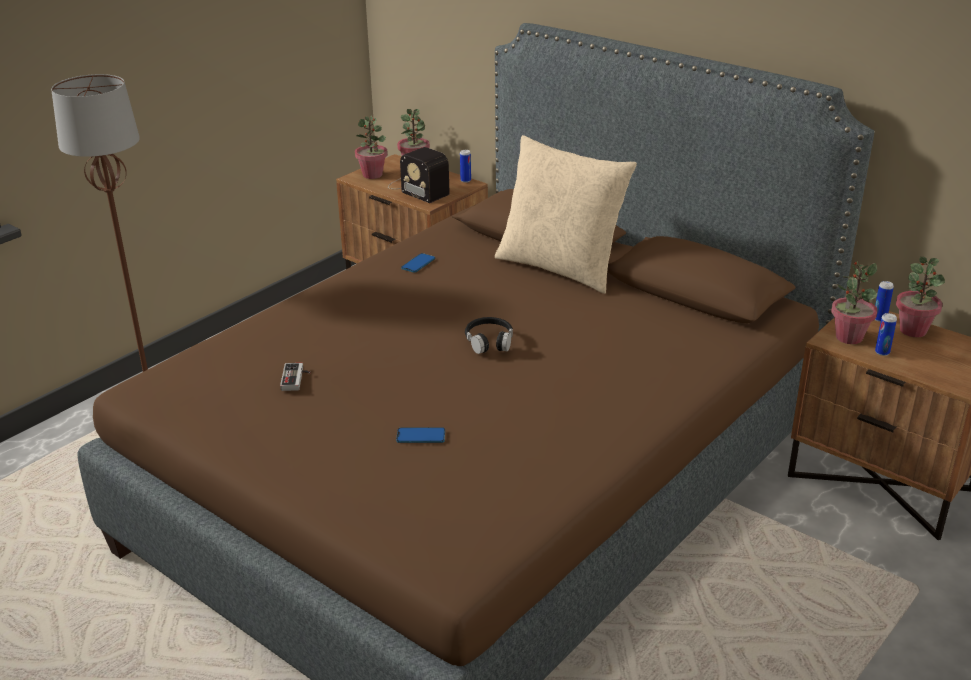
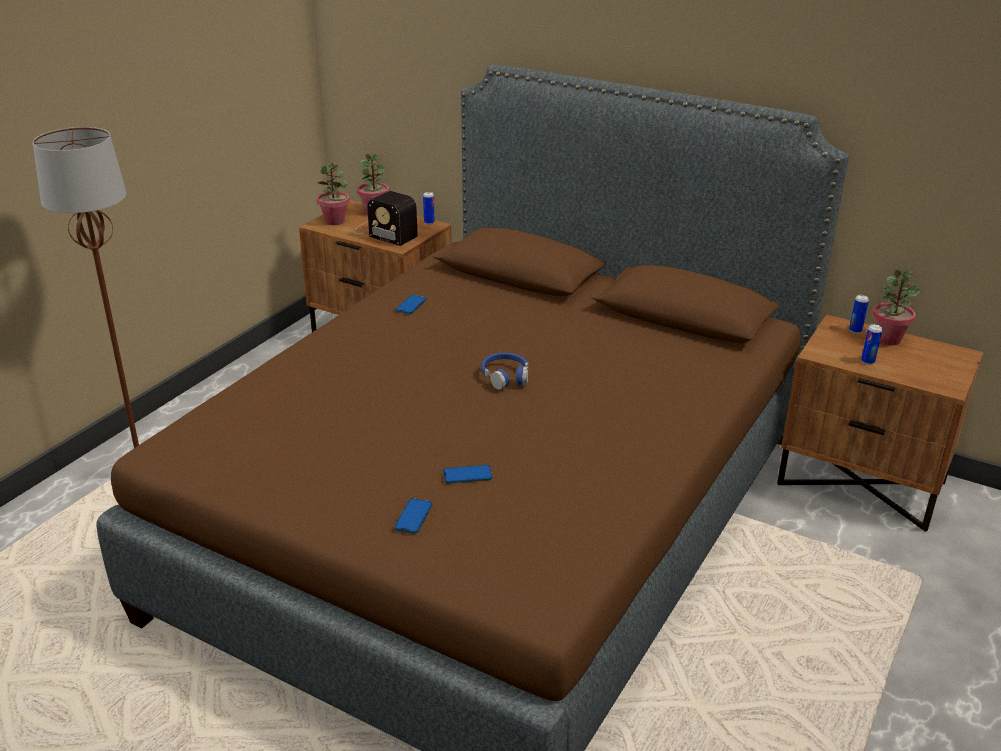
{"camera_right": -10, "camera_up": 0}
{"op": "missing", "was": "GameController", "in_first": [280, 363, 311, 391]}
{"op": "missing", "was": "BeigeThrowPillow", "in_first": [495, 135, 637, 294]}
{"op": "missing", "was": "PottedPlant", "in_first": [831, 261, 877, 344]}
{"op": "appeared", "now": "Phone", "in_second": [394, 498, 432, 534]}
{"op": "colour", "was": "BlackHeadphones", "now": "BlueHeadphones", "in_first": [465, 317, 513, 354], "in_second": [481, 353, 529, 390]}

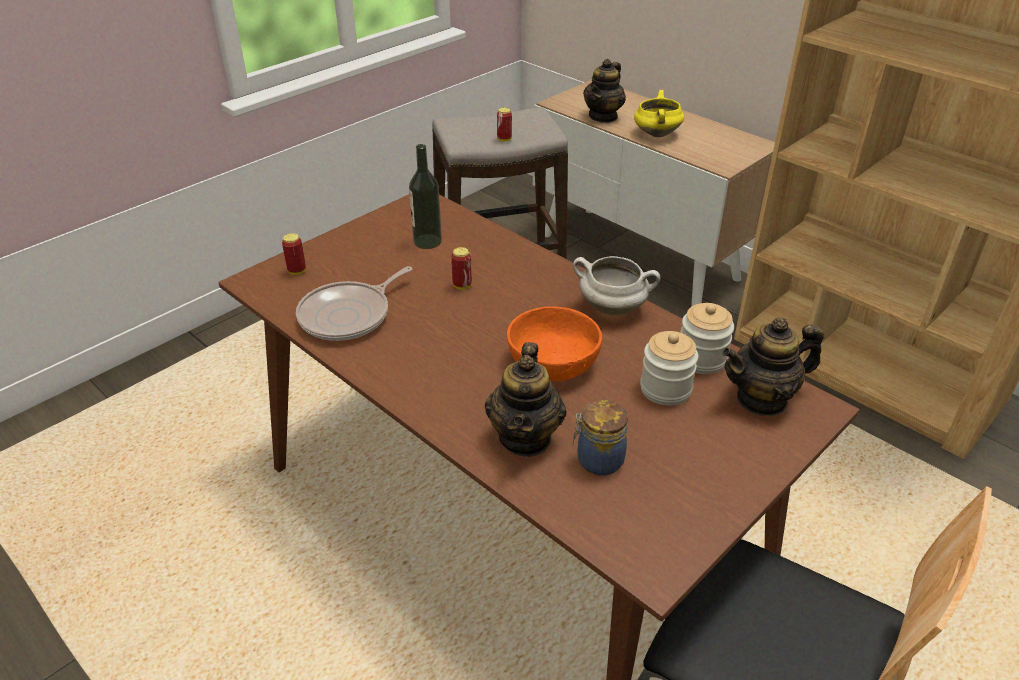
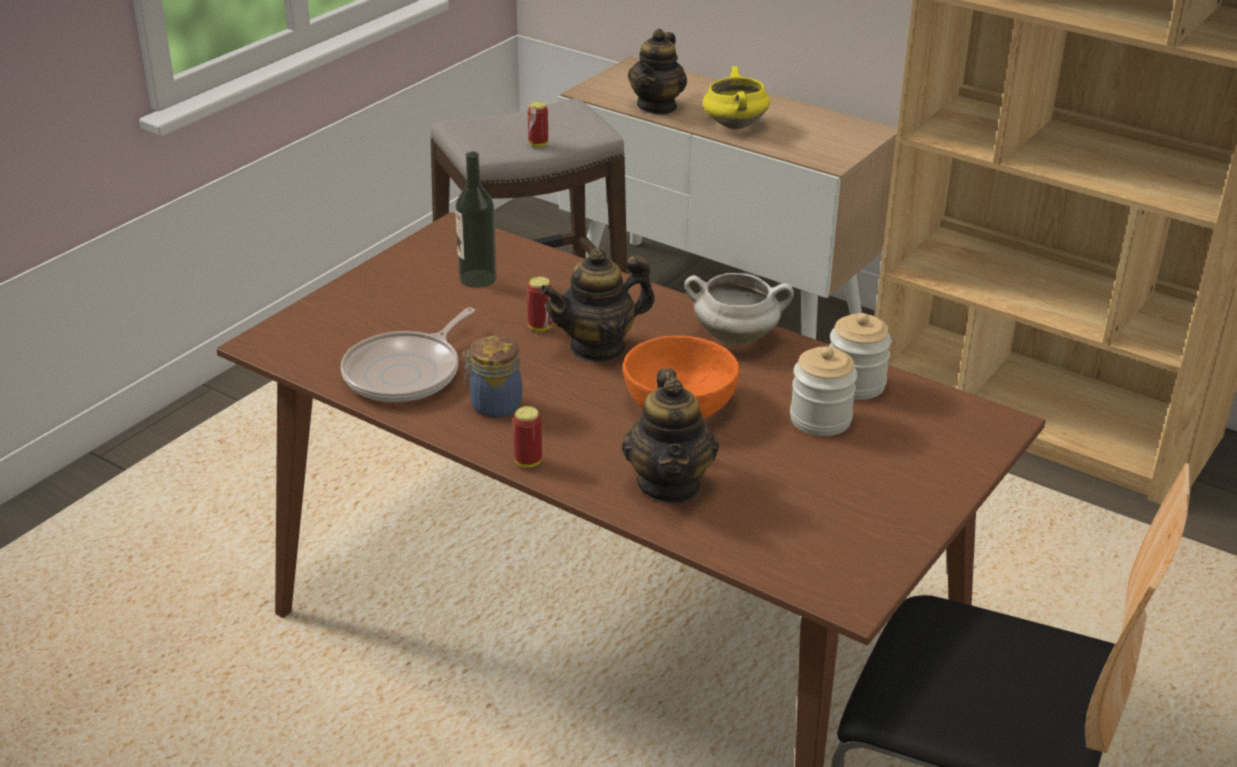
{"camera_right": -10, "camera_up": -5}
{"op": "relocated", "was": "MetalCan", "in_first": [282, 233, 306, 275], "in_second": [513, 406, 542, 468]}
{"op": "relocated", "was": "StorageJar", "in_first": [573, 400, 628, 476], "in_second": [463, 335, 522, 418]}
{"op": "relocated", "was": "PotForTea", "in_first": [723, 318, 824, 416], "in_second": [540, 248, 655, 362]}

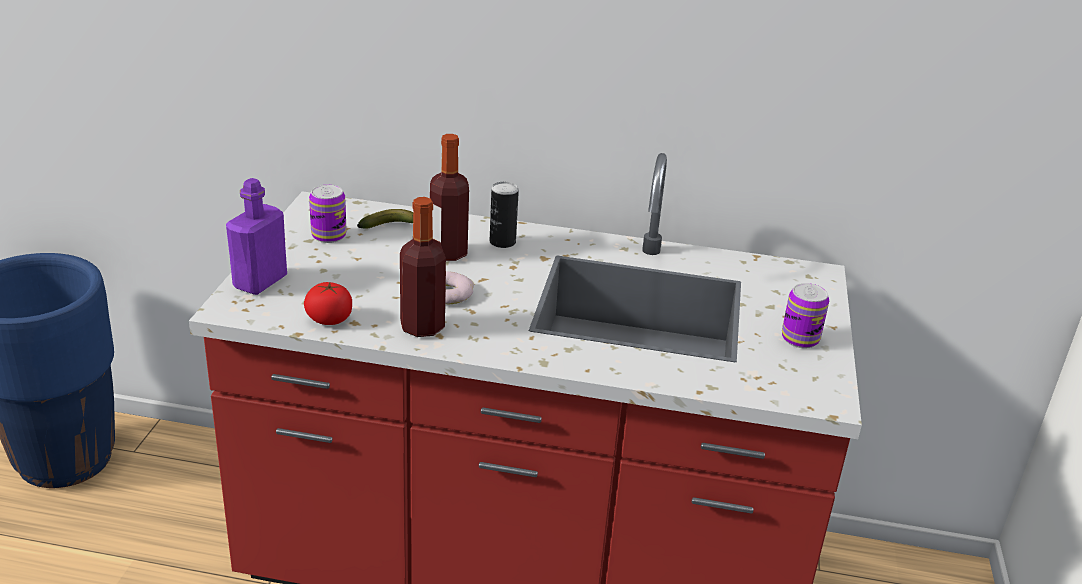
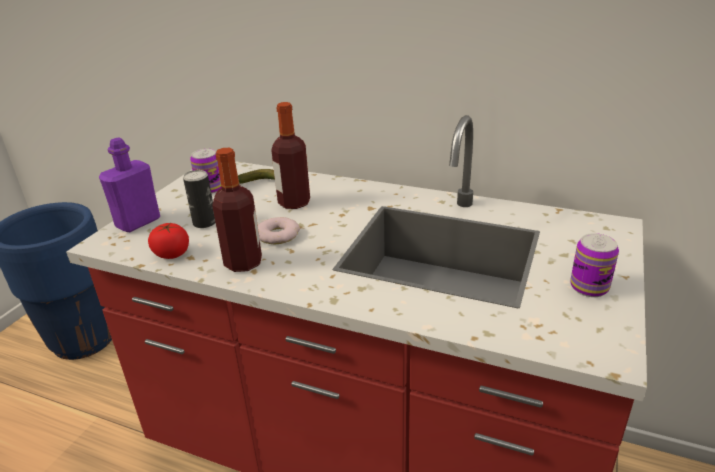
{"camera_right": 15, "camera_up": 0}
{"op": "relocated", "was": "MetalCan", "in_first": [490, 182, 519, 248], "in_second": [183, 170, 216, 228]}

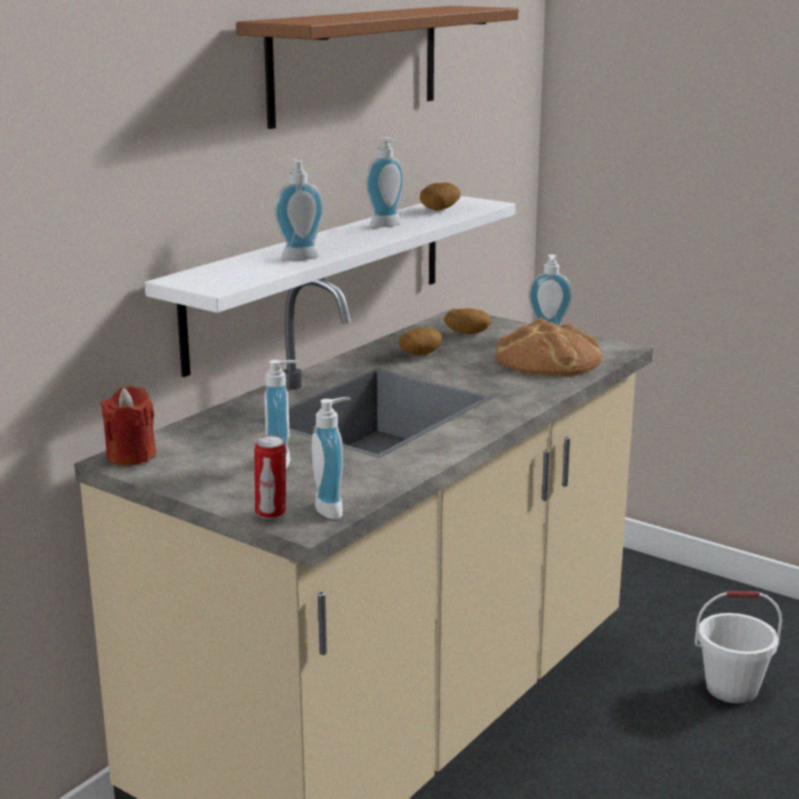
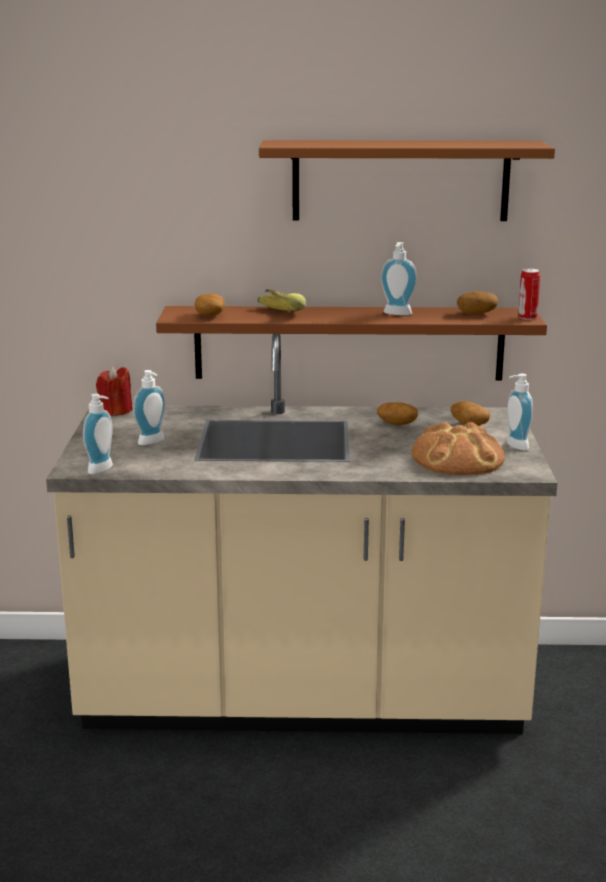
{"camera_right": 55, "camera_up": 0}
{"op": "missing", "was": "WhitishPail", "in_first": [695, 591, 782, 703]}
{"op": "appeared", "now": "Spud", "in_second": [195, 294, 225, 316]}
{"op": "relocated", "was": "MetalCan", "in_first": [254, 435, 286, 519], "in_second": [519, 268, 540, 320]}
{"op": "exchanged", "was": "SoapDispenser", "now": "BananaFruit", "in_first": [274, 158, 324, 261], "in_second": [258, 289, 306, 311]}
{"op": "colour", "was": "WhitishBracketShelf", "now": "BrownishBracketShelf", "in_first": [145, 196, 516, 377], "in_second": [156, 306, 547, 381]}

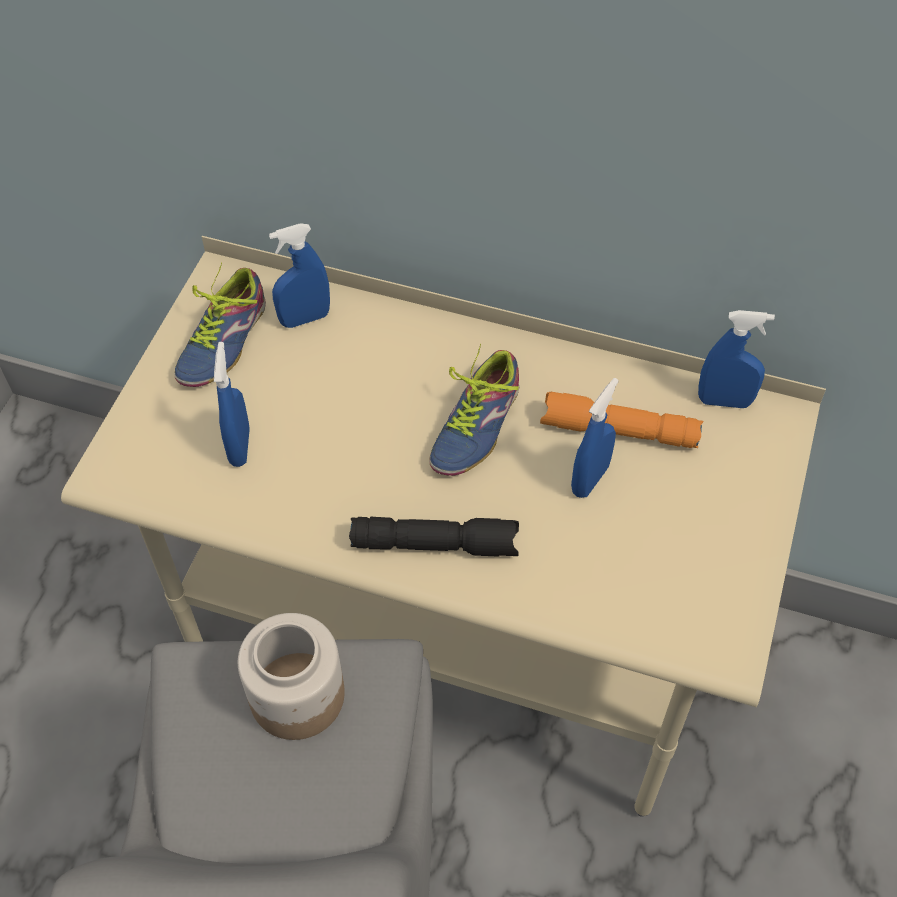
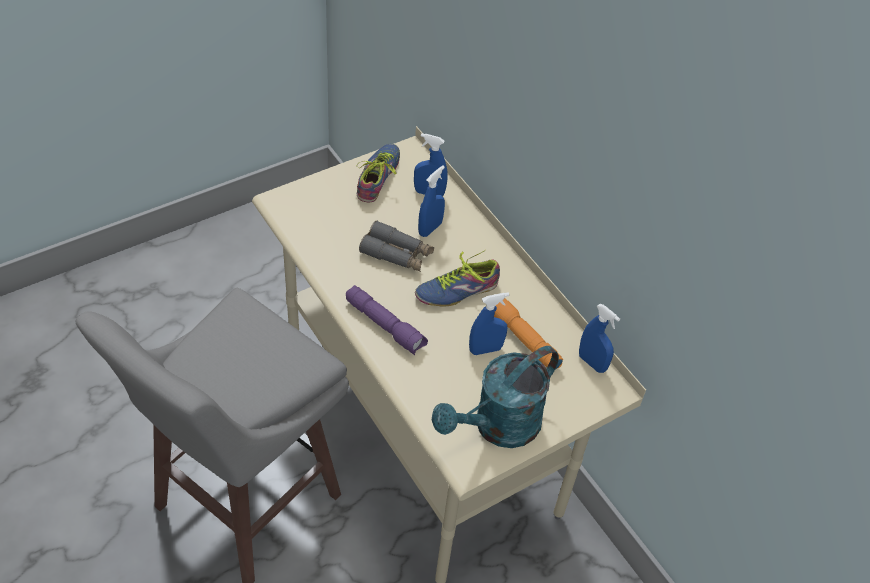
{"camera_right": 35, "camera_up": -5}
{"op": "missing", "was": "StorageJar", "in_first": [238, 613, 345, 740]}
{"op": "appeared", "now": "GreyishFieldGlasses", "in_second": [359, 220, 434, 272]}
{"op": "appeared", "now": "BlueGreenSprinklingCan", "in_second": [432, 346, 559, 448]}
{"op": "relocated", "was": "BlueSprayBottle", "in_first": [214, 342, 250, 467], "in_second": [418, 165, 445, 237]}
{"op": "colour", "was": "BlackHandTorch", "now": "PurpleHandTorch", "in_first": [349, 517, 519, 557], "in_second": [346, 285, 428, 355]}
{"op": "spun", "was": "ItemOfFootwear", "in_first": [174, 262, 266, 387], "in_second": [357, 144, 400, 202], "clockwise": 135}

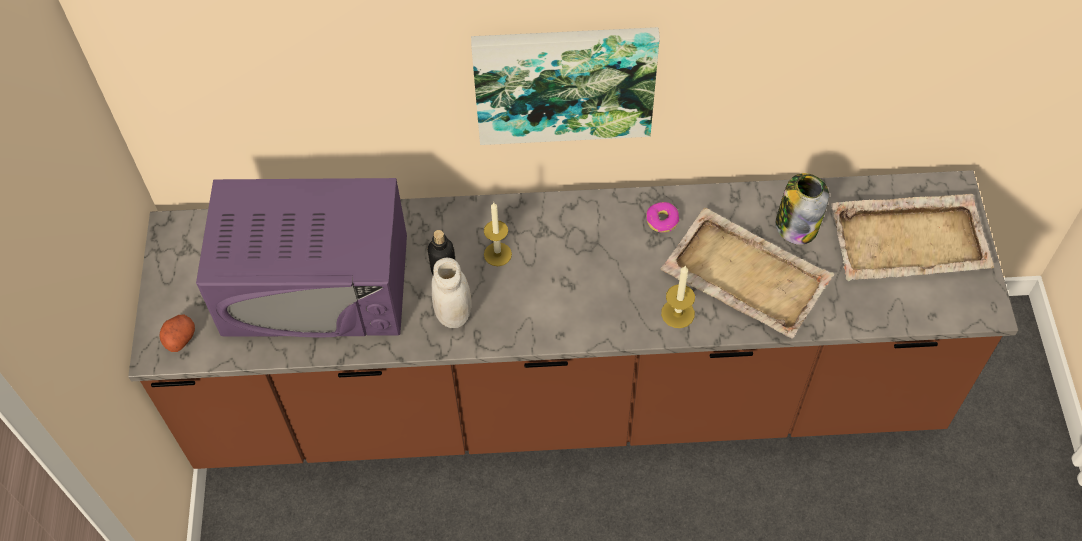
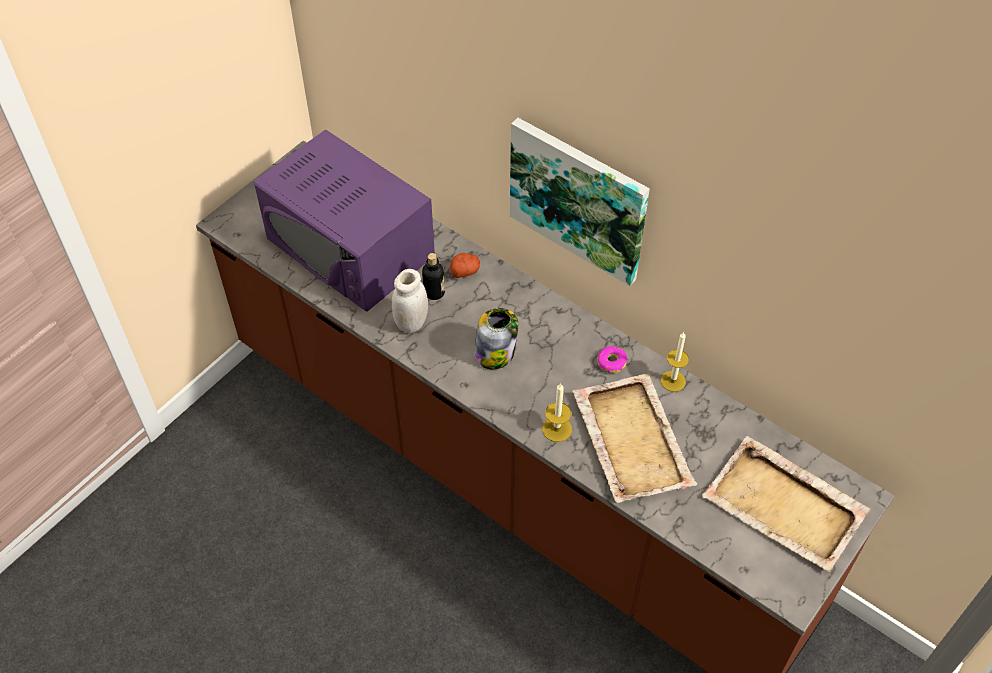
{"camera_right": 40, "camera_up": -5}
{"op": "relocated", "was": "Spud", "in_first": [160, 315, 195, 352], "in_second": [450, 253, 480, 278]}
{"op": "relocated", "was": "WaxLight", "in_first": [484, 203, 512, 266], "in_second": [661, 332, 689, 392]}
{"op": "relocated", "was": "StorageJar", "in_first": [776, 173, 829, 245], "in_second": [474, 308, 518, 370]}

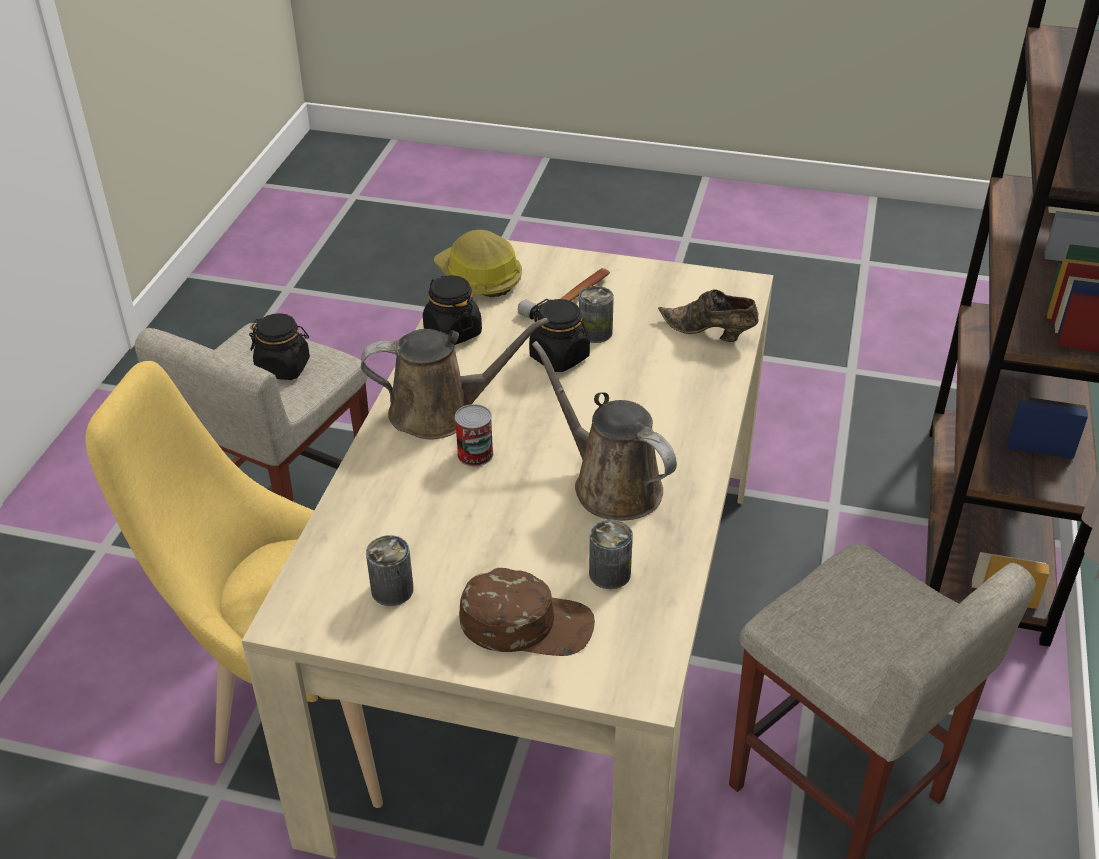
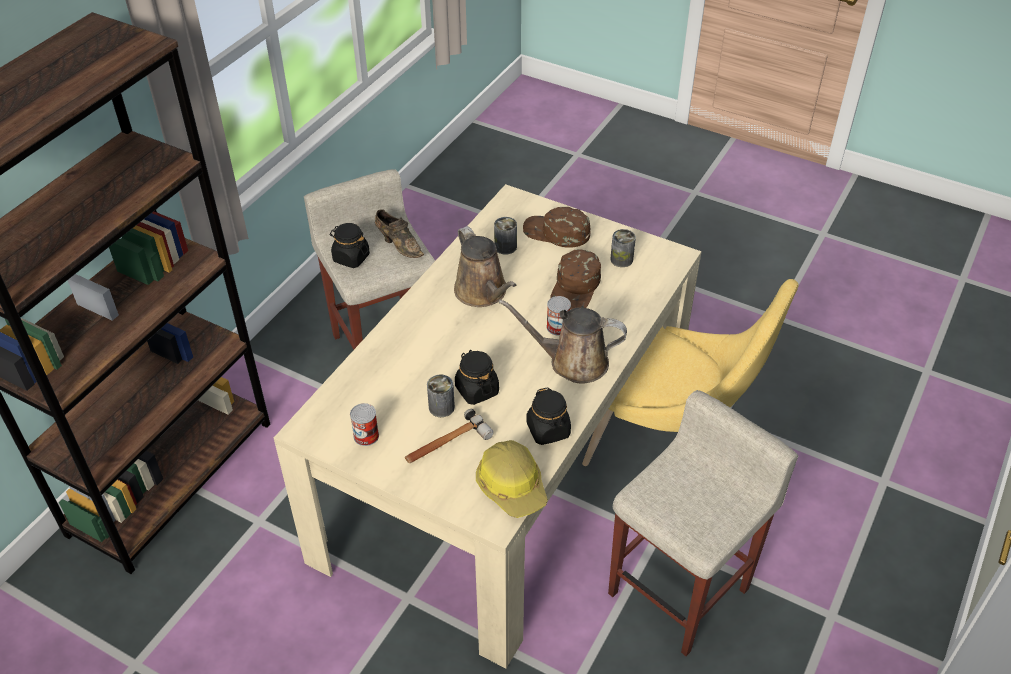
{"camera_right": -165, "camera_up": 5}
{"op": "appeared", "now": "MetalCan", "in_second": [350, 403, 379, 446]}
{"op": "appeared", "now": "BrownishCap", "in_second": [550, 249, 601, 309]}
{"op": "relocated", "was": "BlackStorageJar", "in_first": [249, 313, 310, 380], "in_second": [330, 223, 370, 268]}
{"op": "relocated", "was": "BrownishItemOfFootwear", "in_first": [658, 289, 759, 342], "in_second": [375, 210, 424, 258]}

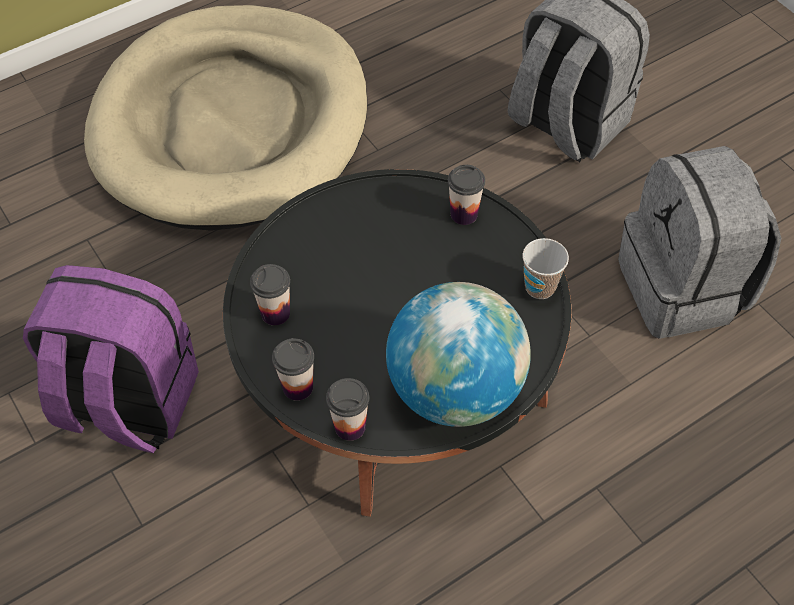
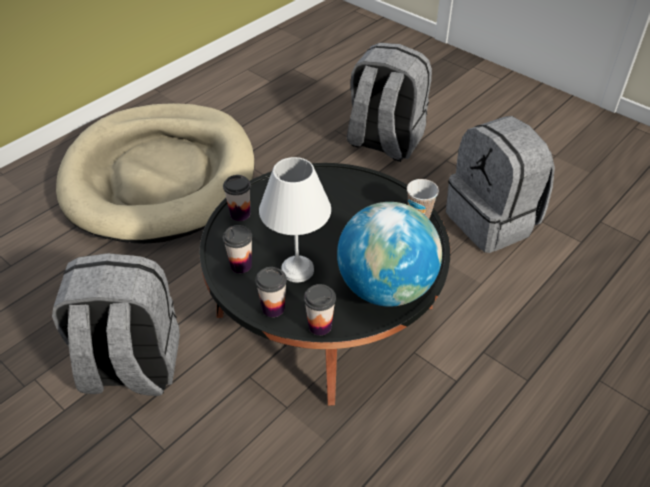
{"camera_right": -15, "camera_up": -10}
{"op": "appeared", "now": "WhitishTableLamp", "in_second": [259, 157, 331, 282]}
{"op": "relocated", "was": "DrinkingCup", "in_first": [448, 165, 485, 225], "in_second": [223, 175, 251, 221]}
{"op": "colour", "was": "PurpleBackpack", "now": "GreyishBackpack", "in_first": [23, 265, 199, 453], "in_second": [52, 253, 180, 396]}

